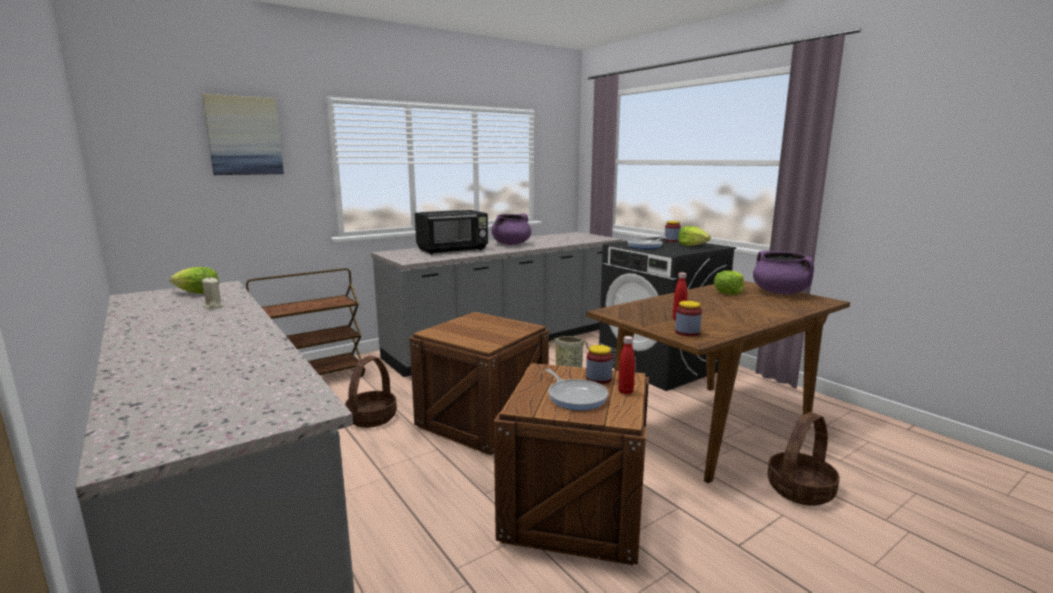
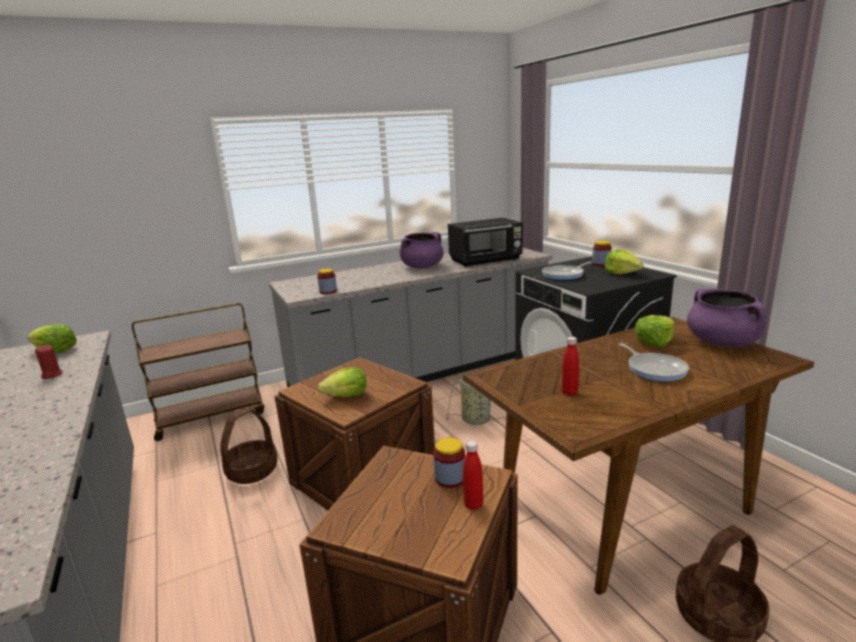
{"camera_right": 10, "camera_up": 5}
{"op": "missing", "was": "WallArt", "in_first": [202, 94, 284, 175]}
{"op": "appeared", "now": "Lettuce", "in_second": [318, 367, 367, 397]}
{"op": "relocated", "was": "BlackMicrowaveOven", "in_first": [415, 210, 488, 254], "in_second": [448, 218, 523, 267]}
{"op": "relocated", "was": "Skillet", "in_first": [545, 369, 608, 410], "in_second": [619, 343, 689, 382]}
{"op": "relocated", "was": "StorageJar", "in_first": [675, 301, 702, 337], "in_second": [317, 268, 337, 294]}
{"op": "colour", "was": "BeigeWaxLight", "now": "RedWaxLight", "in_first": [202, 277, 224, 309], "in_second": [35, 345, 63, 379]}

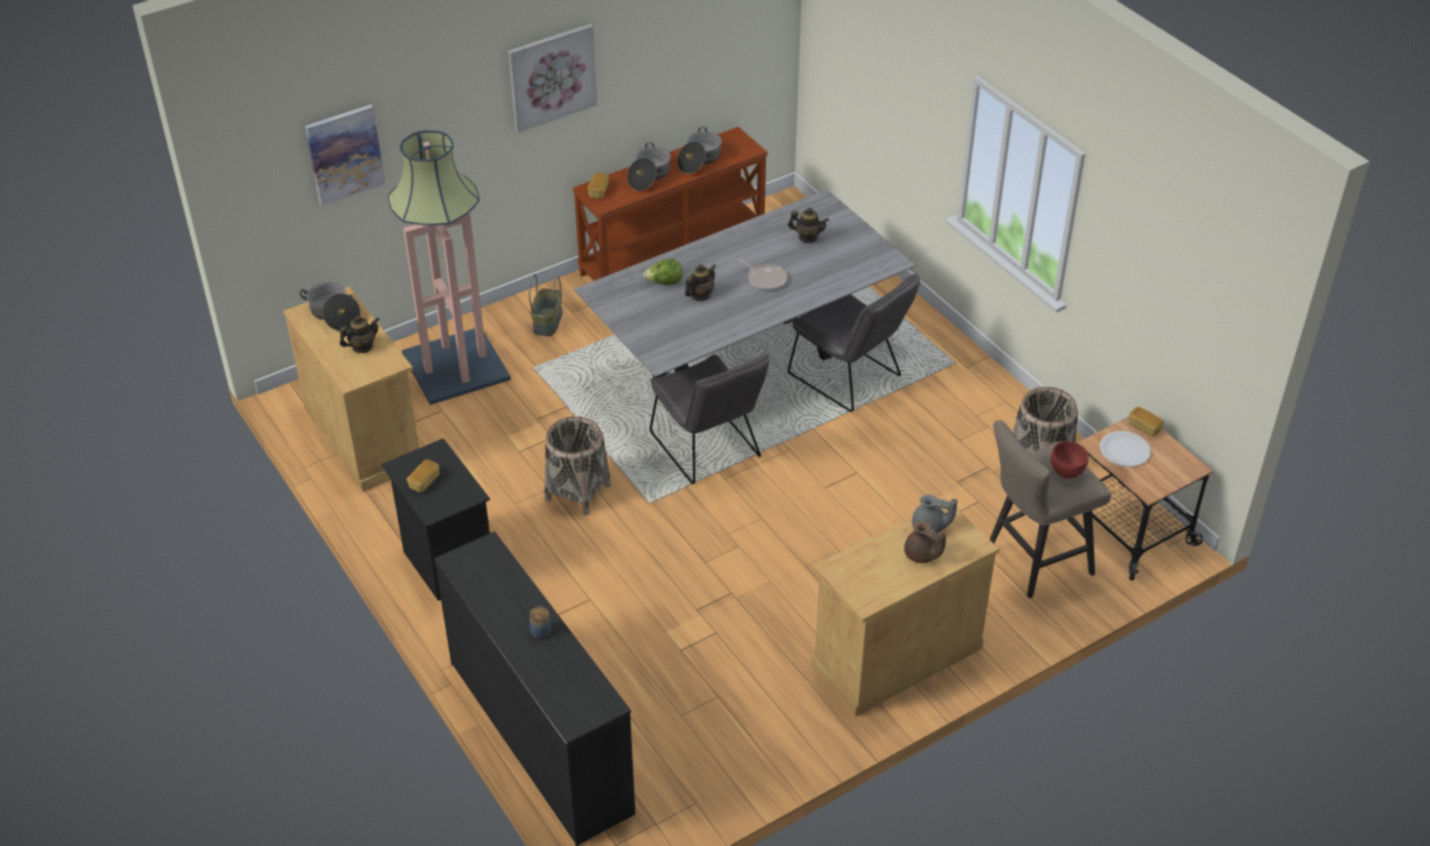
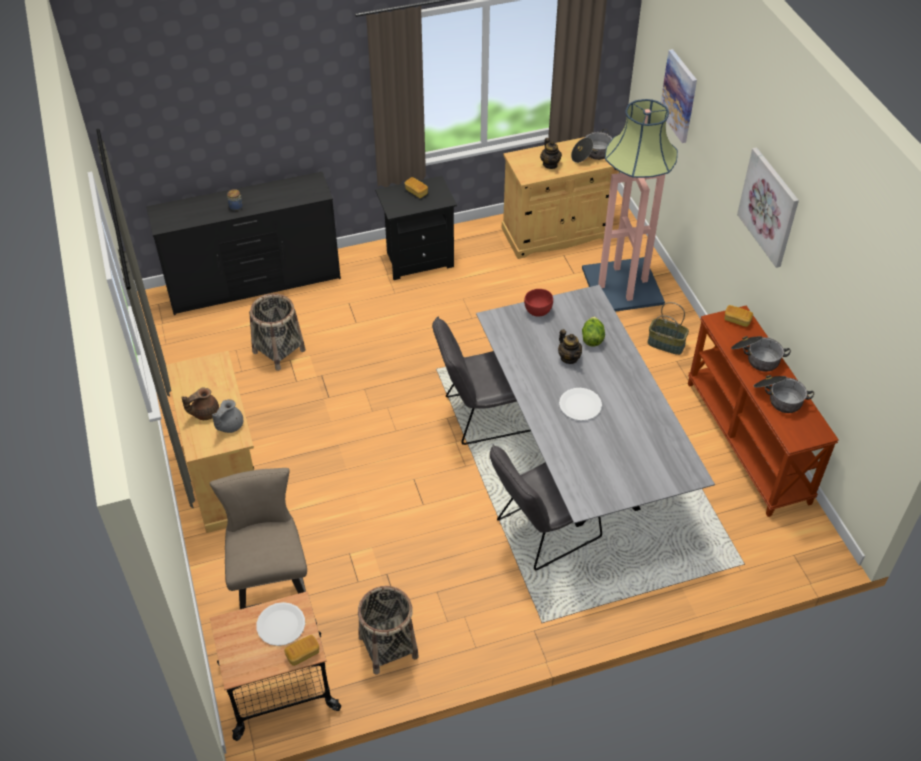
{"camera_right": 105, "camera_up": 5}
{"op": "missing", "was": "PotForTea", "in_first": [788, 207, 829, 243]}
{"op": "relocated", "was": "HouseholdBasket", "in_first": [544, 416, 611, 515], "in_second": [249, 293, 306, 371]}
{"op": "relocated", "was": "RedBowl", "in_first": [1051, 441, 1089, 479], "in_second": [524, 289, 553, 317]}
{"op": "exchanged", "was": "Skillet", "now": "WhitishPlate", "in_first": [738, 258, 787, 290], "in_second": [559, 388, 602, 421]}

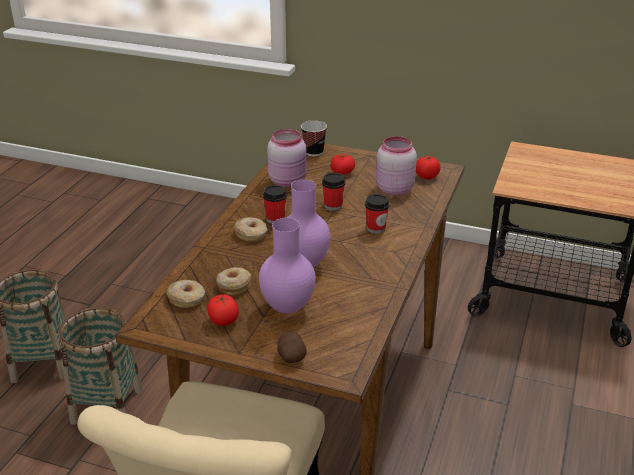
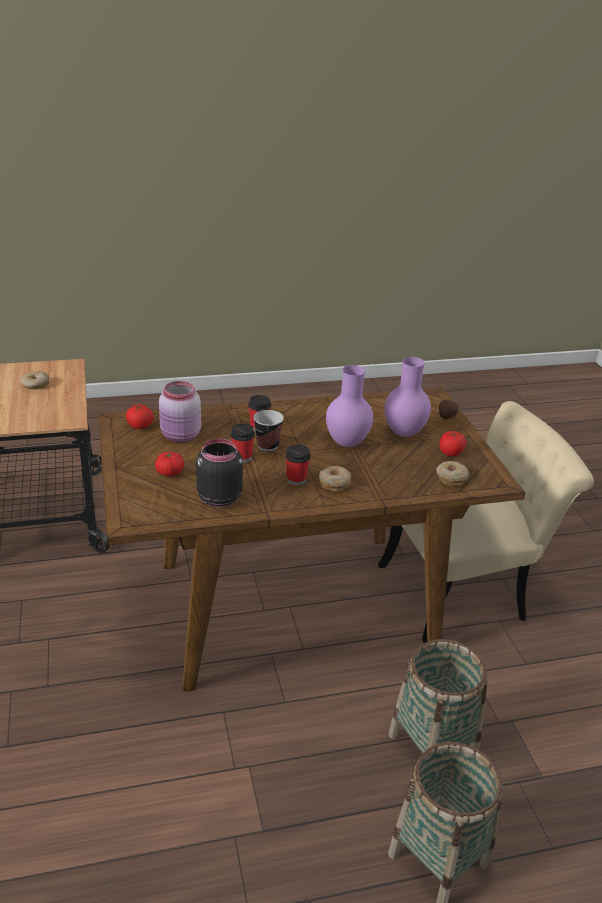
{"camera_right": -125, "camera_up": 0}
{"op": "relocated", "was": "Donut", "in_first": [216, 267, 251, 295], "in_second": [20, 371, 49, 389]}
{"op": "relocated", "was": "DrinkingCup", "in_first": [301, 120, 327, 156], "in_second": [254, 410, 284, 451]}
{"op": "colour", "was": "PinkColouredStorageJar", "now": "BlackStorageJar", "in_first": [267, 129, 307, 187], "in_second": [196, 439, 243, 507]}

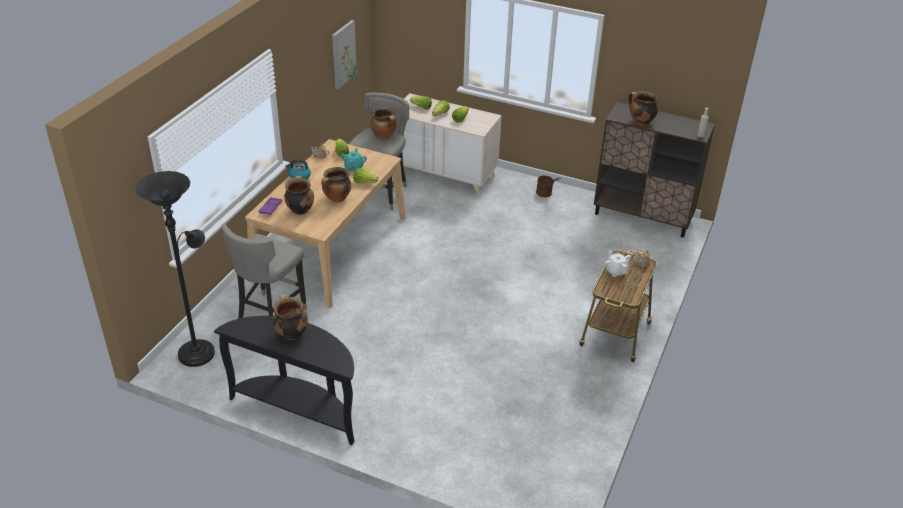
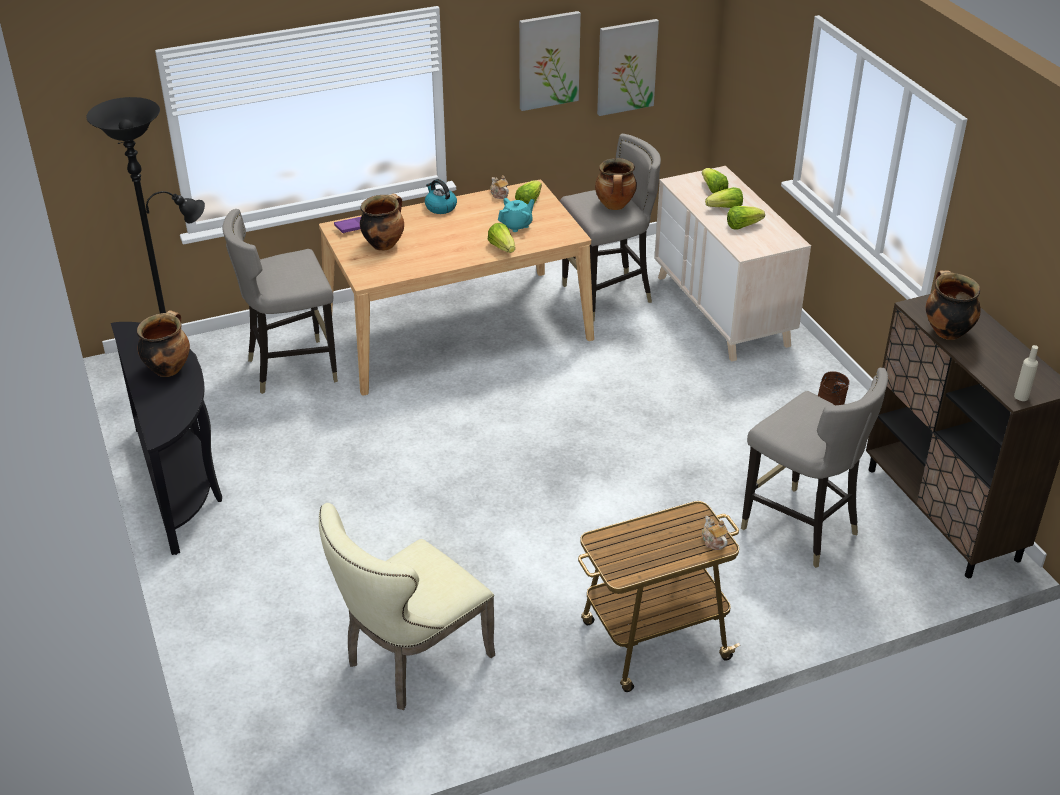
{"camera_right": 45, "camera_up": 0}
{"op": "missing", "was": "Saucepot", "in_first": [321, 167, 351, 203]}
{"op": "missing", "was": "WhitishPotForTea", "in_first": [605, 250, 631, 277]}
{"op": "appeared", "now": "BeigeChair", "in_second": [319, 503, 495, 710]}
{"op": "appeared", "now": "WallArt", "in_second": [519, 11, 581, 111]}
{"op": "appeared", "now": "GreyishStoolSeat", "in_second": [741, 368, 888, 568]}

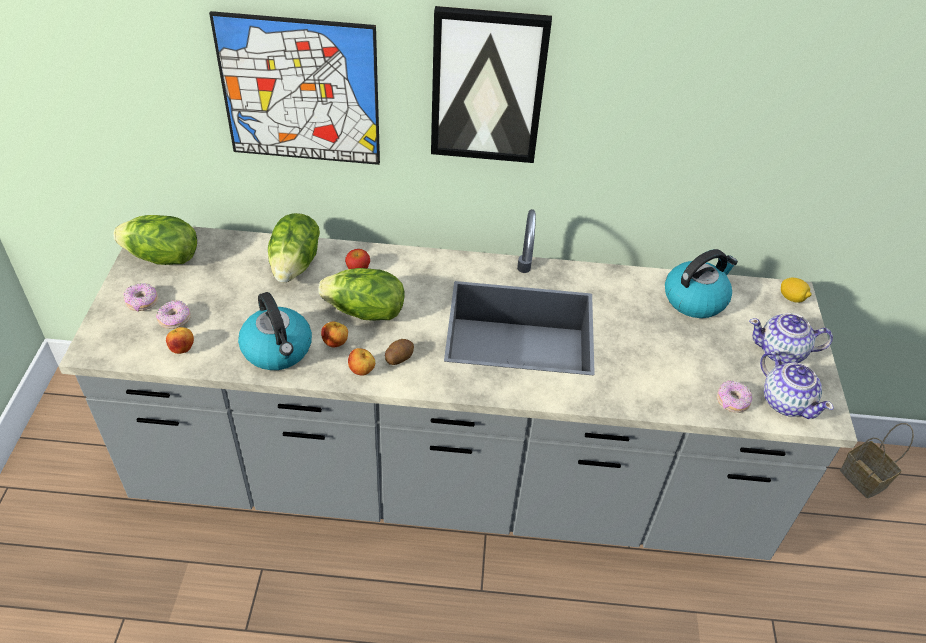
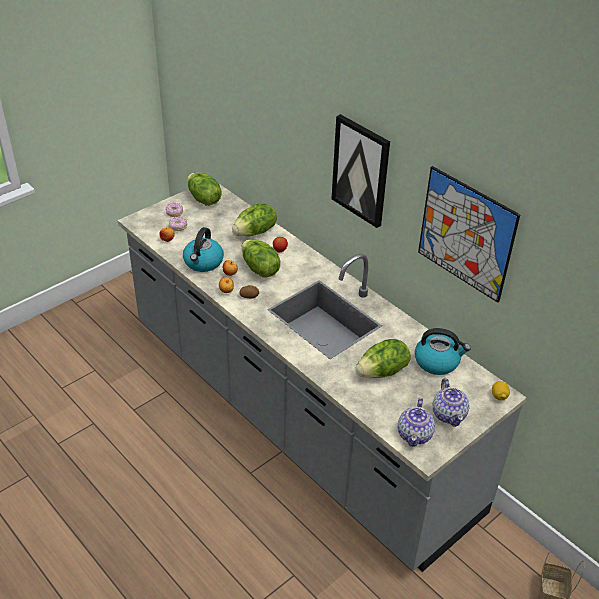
{"camera_right": 45, "camera_up": -5}
{"op": "missing", "was": "Donut", "in_first": [717, 381, 752, 413]}
{"op": "appeared", "now": "Lettuce", "in_second": [355, 339, 411, 378]}
{"op": "relocated", "was": "WallArt", "in_first": [209, 11, 380, 165], "in_second": [418, 166, 521, 303]}
{"op": "spun", "was": "PotForTea", "in_first": [749, 313, 833, 363], "in_second": [433, 378, 470, 427], "clockwise": -150}

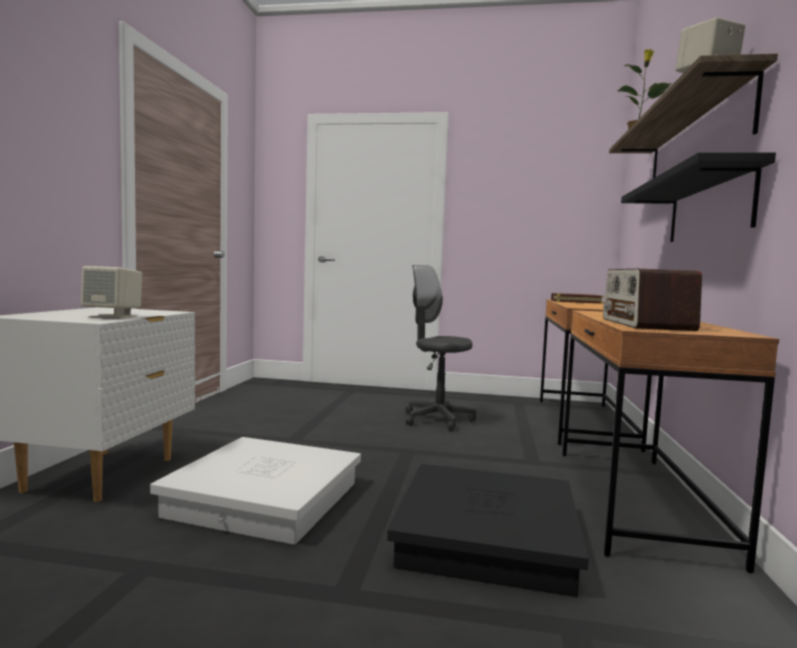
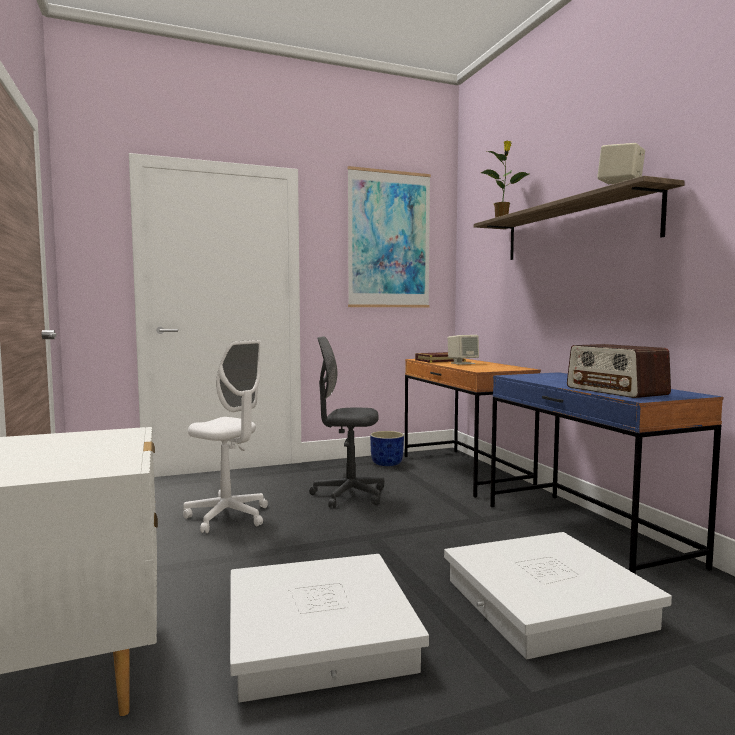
{"camera_right": -30, "camera_up": 0}
{"op": "missing", "was": "BlackBracketShelf", "in_first": [621, 152, 776, 242]}
{"op": "appeared", "now": "WhitishDeskChair", "in_second": [183, 340, 268, 533]}
{"op": "appeared", "now": "WallArt", "in_second": [347, 166, 431, 307]}
{"op": "appeared", "now": "BlueFlowerPot", "in_second": [370, 431, 404, 466]}
{"op": "relocated", "was": "BeigeSpeaker", "in_first": [81, 266, 142, 319], "in_second": [448, 335, 479, 365]}
{"op": "colour", "was": "BlackStorageContainer", "now": "WhitishStorageContainer", "in_first": [387, 464, 589, 597], "in_second": [444, 532, 672, 659]}
{"op": "colour", "was": "BrownishDesk", "now": "BlueDesk", "in_first": [562, 310, 779, 573], "in_second": [490, 372, 723, 574]}

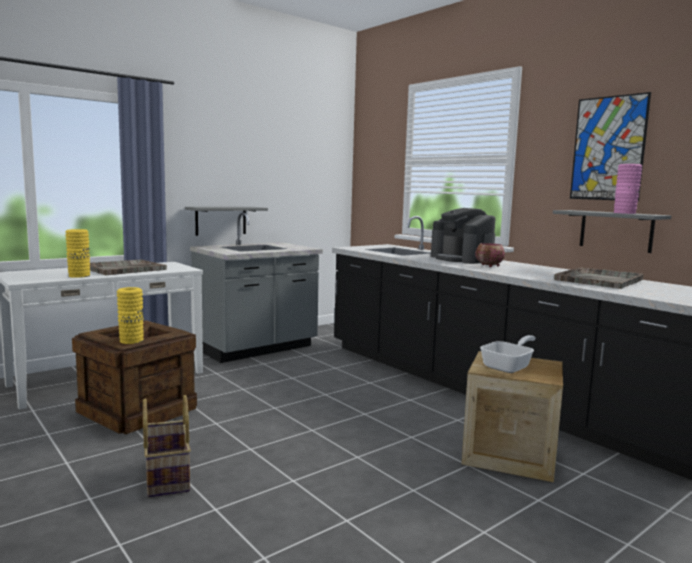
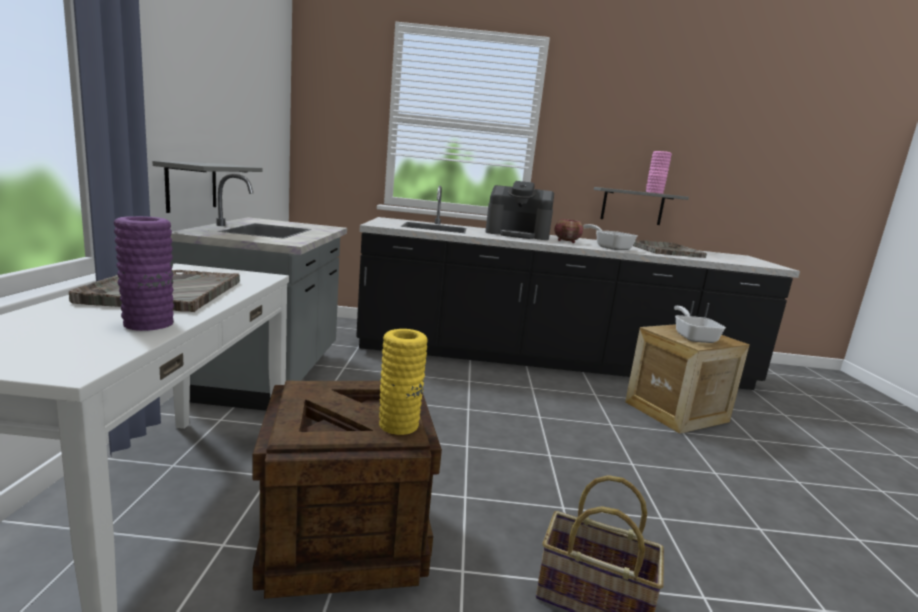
{"camera_right": -50, "camera_up": 5}
{"op": "missing", "was": "WallArt", "in_first": [570, 92, 651, 201]}
{"op": "appeared", "now": "Skillet", "in_second": [584, 224, 638, 250]}
{"op": "colour", "was": "YellowDecorativeVase", "now": "PurpleDecorativeVase", "in_first": [65, 229, 90, 278], "in_second": [114, 216, 174, 331]}

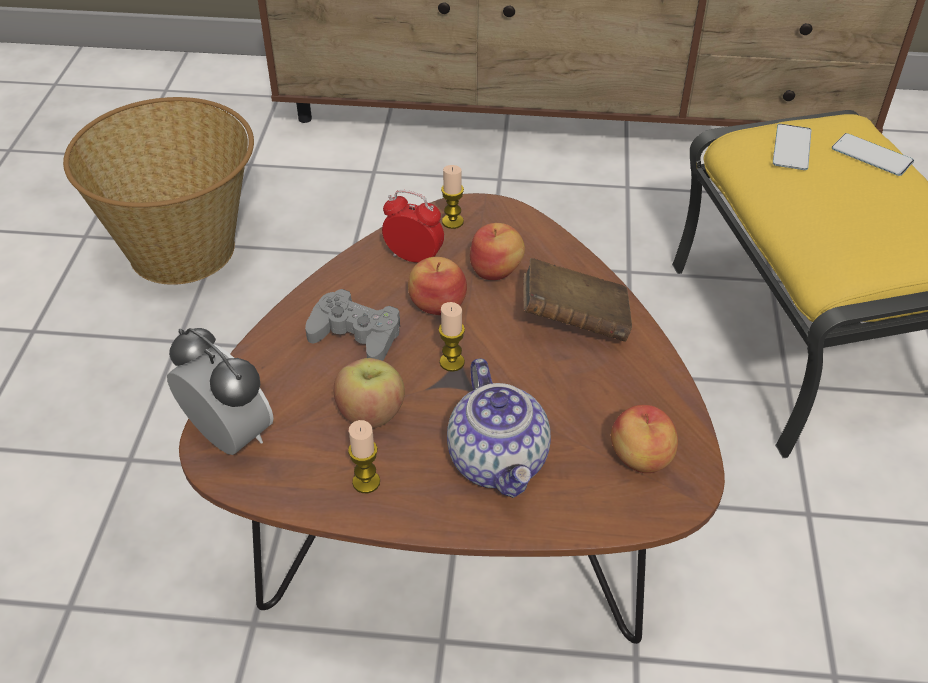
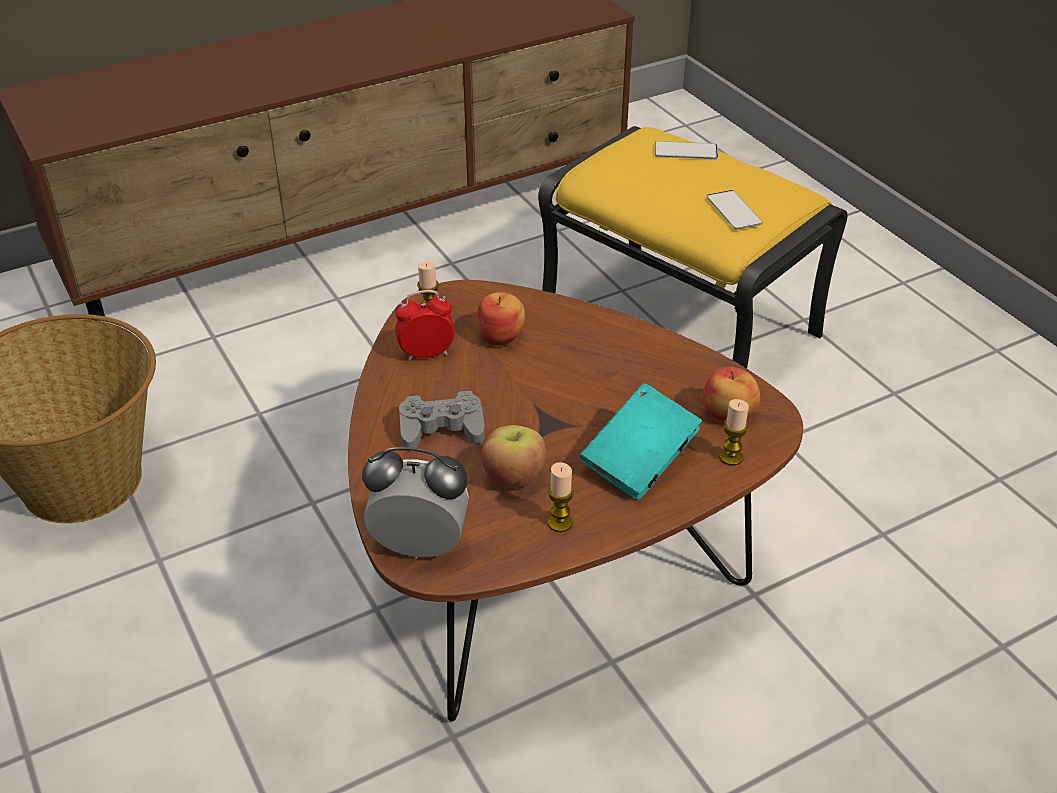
{"camera_right": -35, "camera_up": -5}
{"op": "missing", "was": "AppleFruit", "in_first": [408, 257, 467, 315]}
{"op": "missing", "was": "BrownishVolume", "in_first": [523, 258, 632, 342]}
{"op": "relocated", "was": "WaxLight", "in_first": [439, 302, 465, 372], "in_second": [719, 399, 749, 466]}
{"op": "relocated", "was": "Phone", "in_first": [773, 124, 811, 170], "in_second": [707, 190, 763, 229]}
{"op": "exchanged", "was": "PotForTea", "now": "BlueGreenVolume", "in_first": [447, 358, 551, 498], "in_second": [579, 383, 702, 500]}

